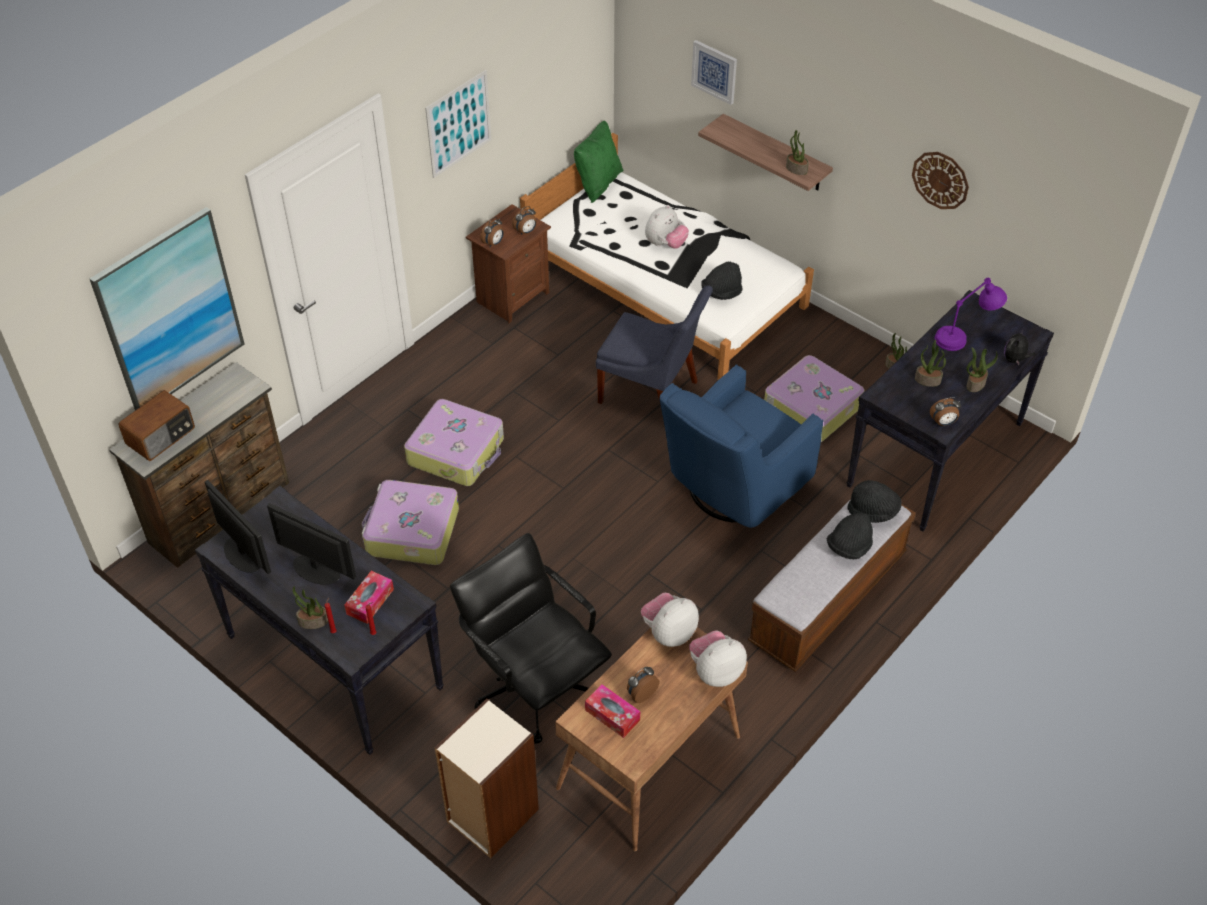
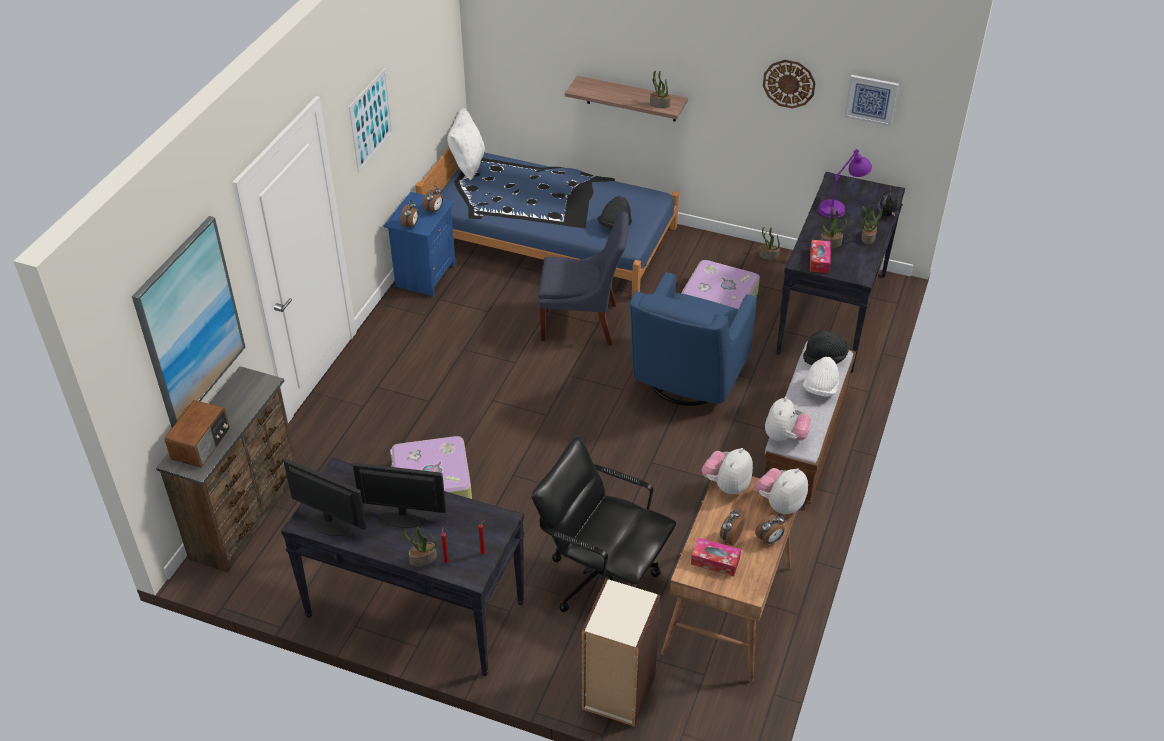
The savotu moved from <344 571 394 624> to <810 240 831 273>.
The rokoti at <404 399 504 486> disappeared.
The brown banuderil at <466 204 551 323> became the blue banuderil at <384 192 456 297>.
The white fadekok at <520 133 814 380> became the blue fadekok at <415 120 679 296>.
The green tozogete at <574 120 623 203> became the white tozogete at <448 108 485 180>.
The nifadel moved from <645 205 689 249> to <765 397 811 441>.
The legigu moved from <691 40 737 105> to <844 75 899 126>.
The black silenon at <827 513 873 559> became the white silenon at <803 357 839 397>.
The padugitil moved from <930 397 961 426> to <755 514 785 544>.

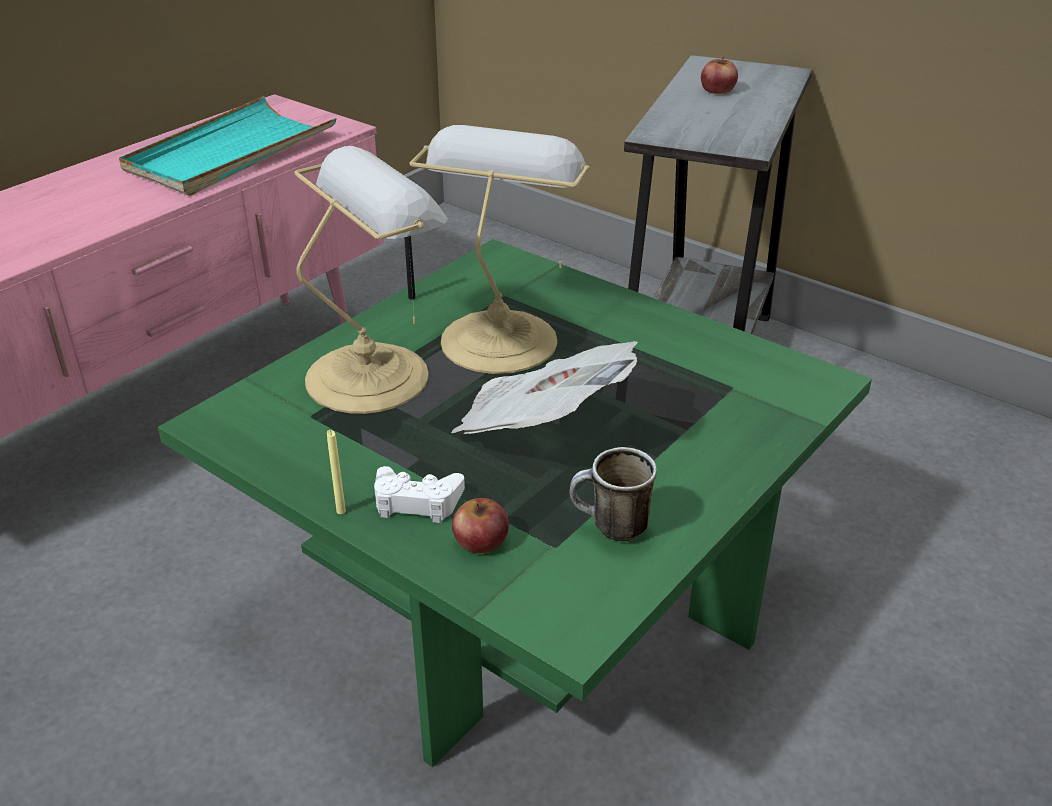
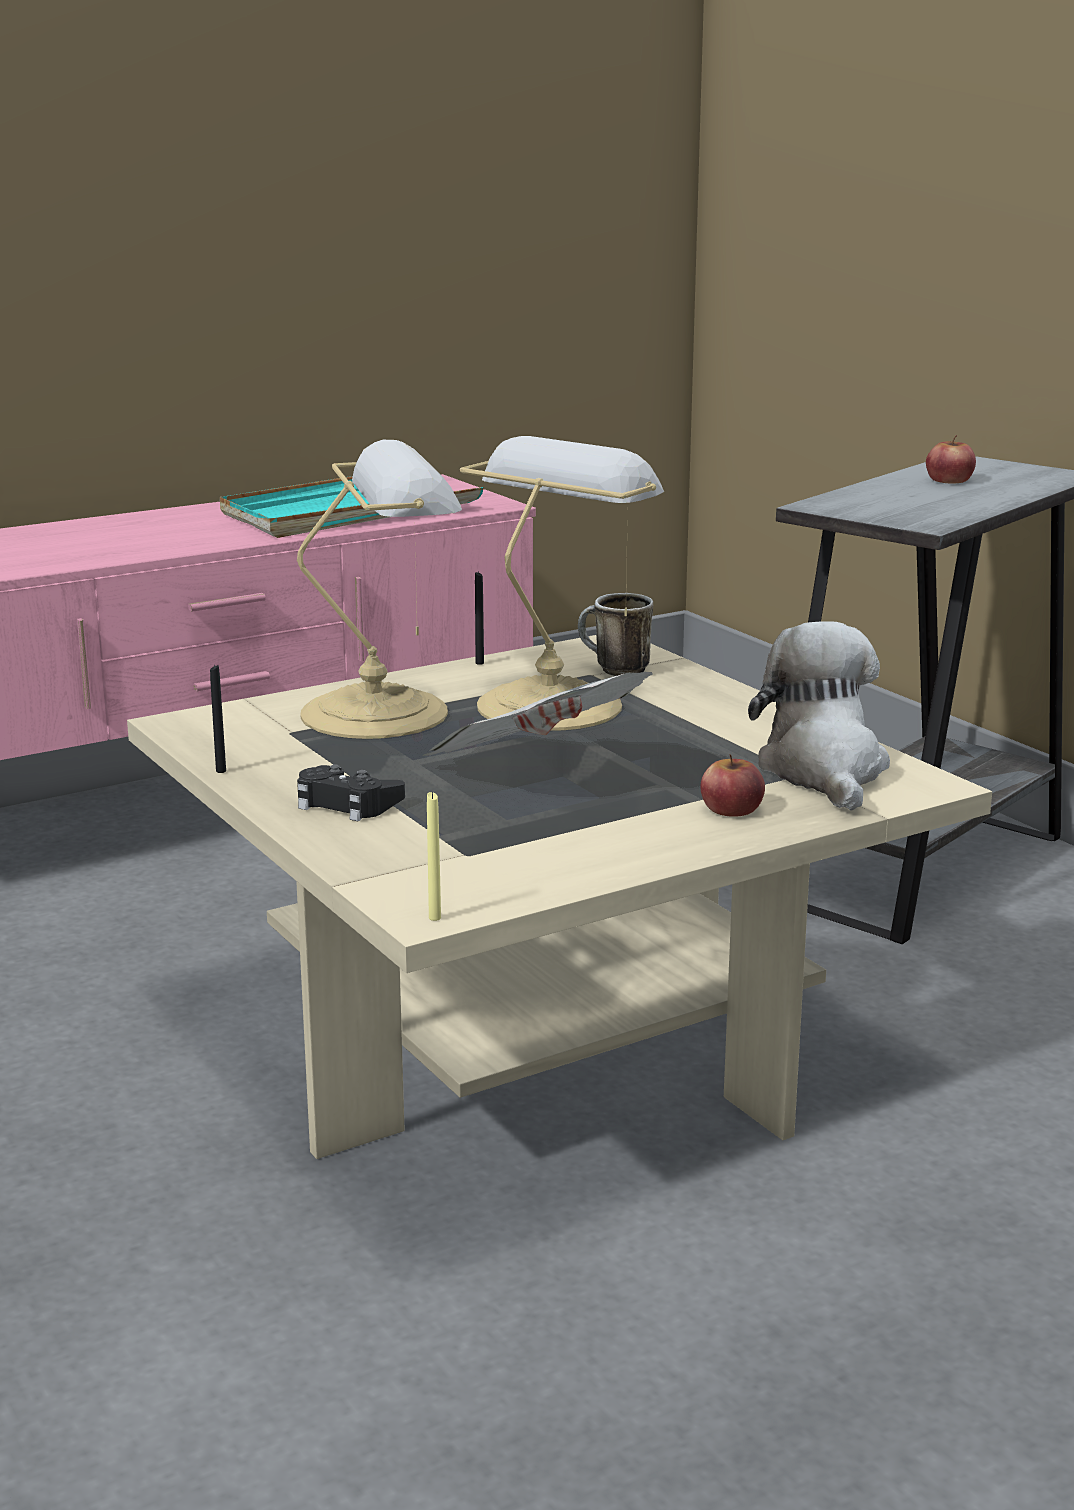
The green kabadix at <158 239 872 767> became the beige kabadix at <127 635 992 1159>.
The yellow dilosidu moved from <327 430 346 514> to <427 792 441 921>.
The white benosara at <374 466 465 523> became the black benosara at <297 764 405 822>.
The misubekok moved from <452 498 509 553> to <700 754 765 817>.
The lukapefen moved from <569 447 657 541> to <578 593 653 676>.
The black dilosidu at <210 665 226 773> appeared.
The nifadel at <748 621 890 811> appeared.

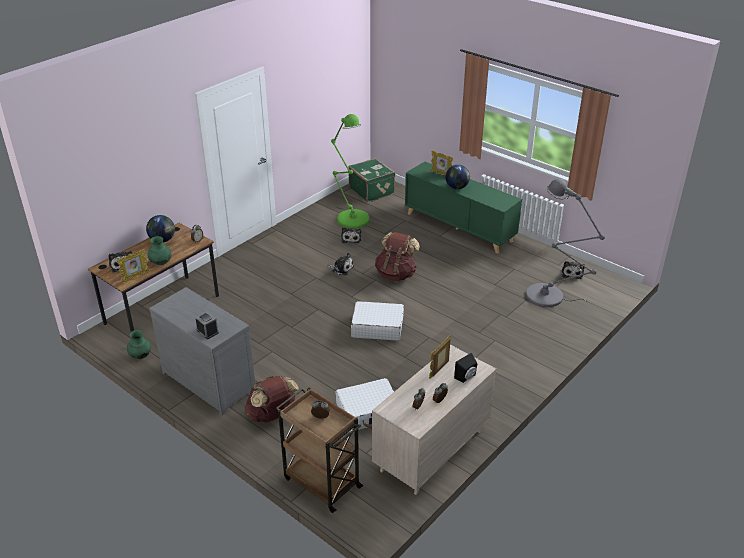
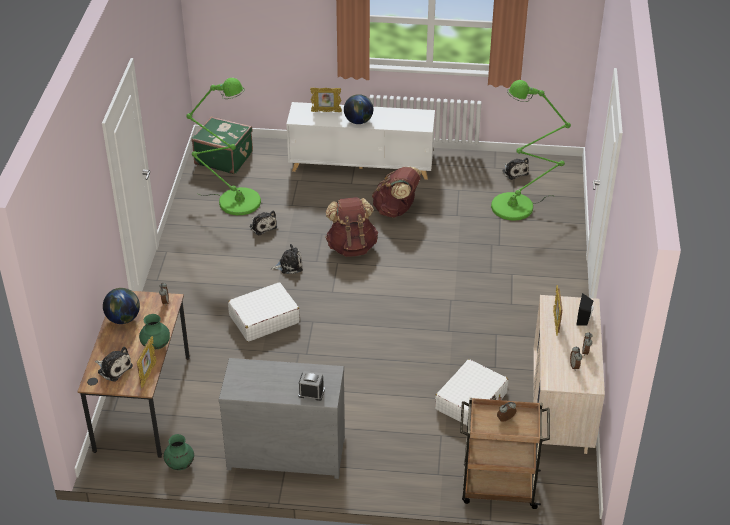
The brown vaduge moved from <245 376 299 423> to <372 166 422 217>.
The white rokoti moved from <351 301 404 341> to <228 282 300 342>.
The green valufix at <405 162 522 253> became the white valufix at <286 102 435 180>.
The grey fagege at <526 179 605 307> became the green fagege at <491 80 571 221>.

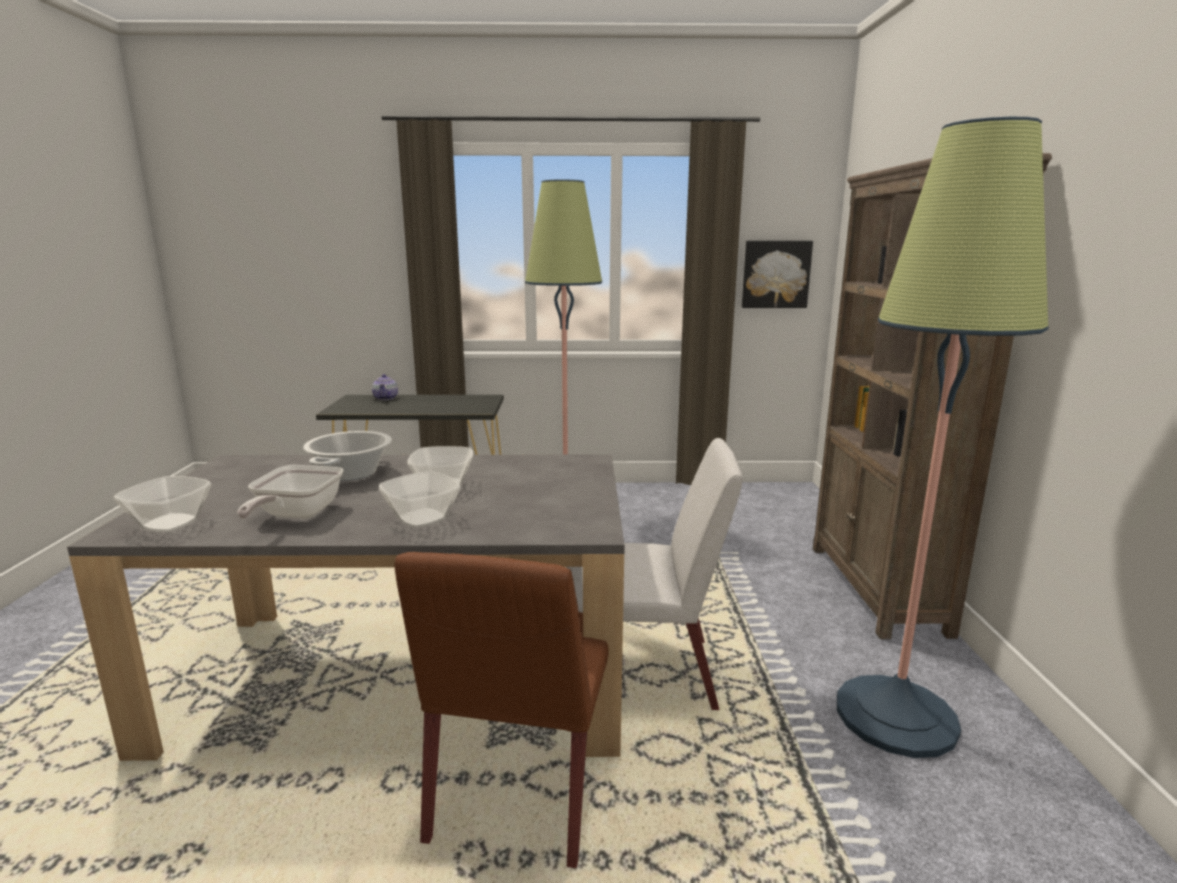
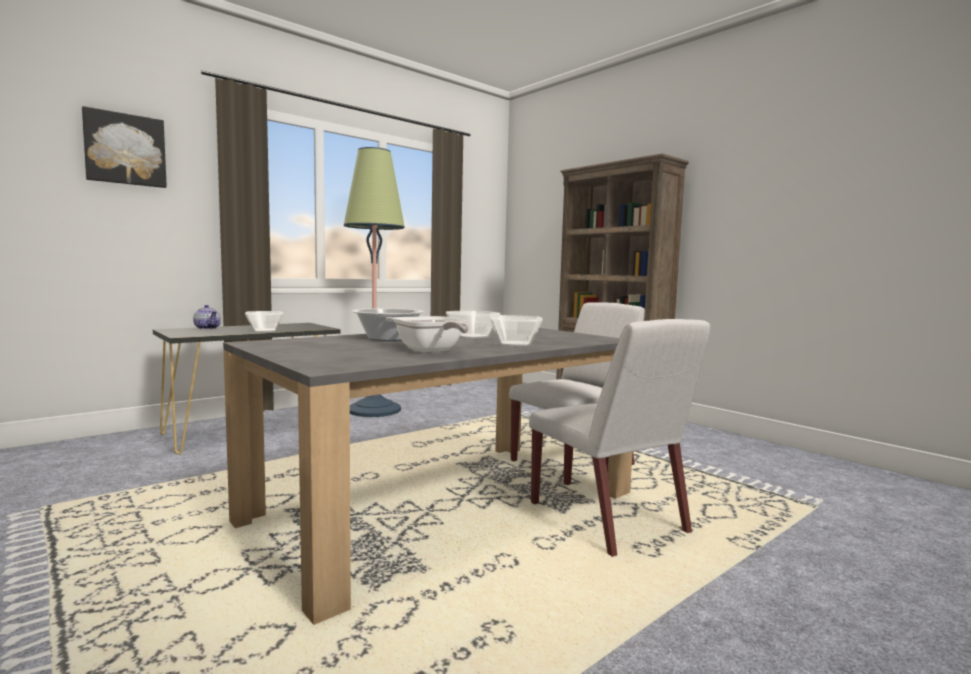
The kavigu moved from <113 476 212 532> to <245 311 284 332>.
The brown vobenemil at <395 552 609 868> became the white vobenemil at <529 319 710 557>.
The legigu moved from <742 241 813 308> to <82 106 167 188>.
The fagege at <837 117 1049 758> disappeared.

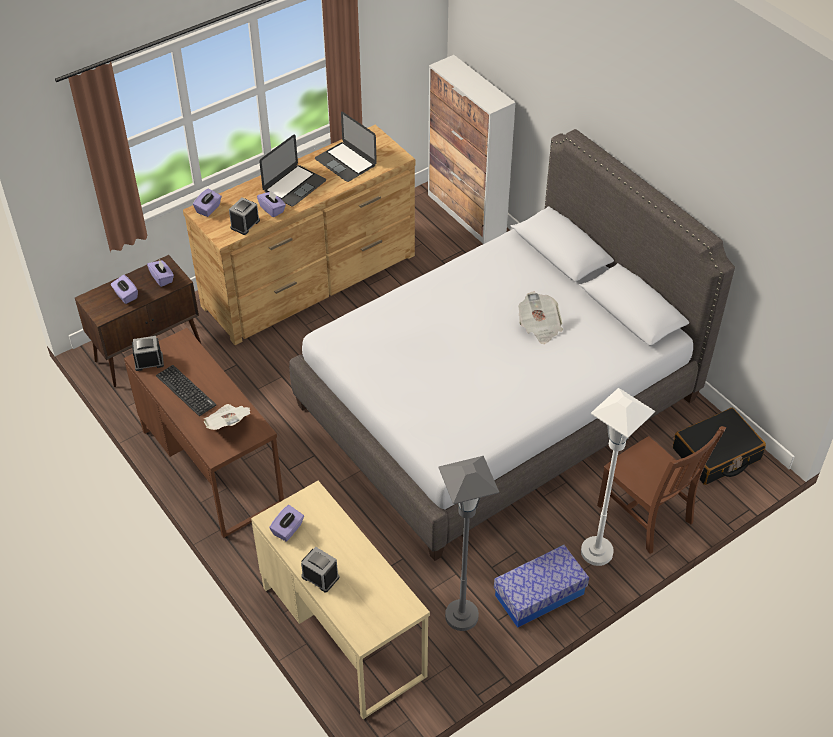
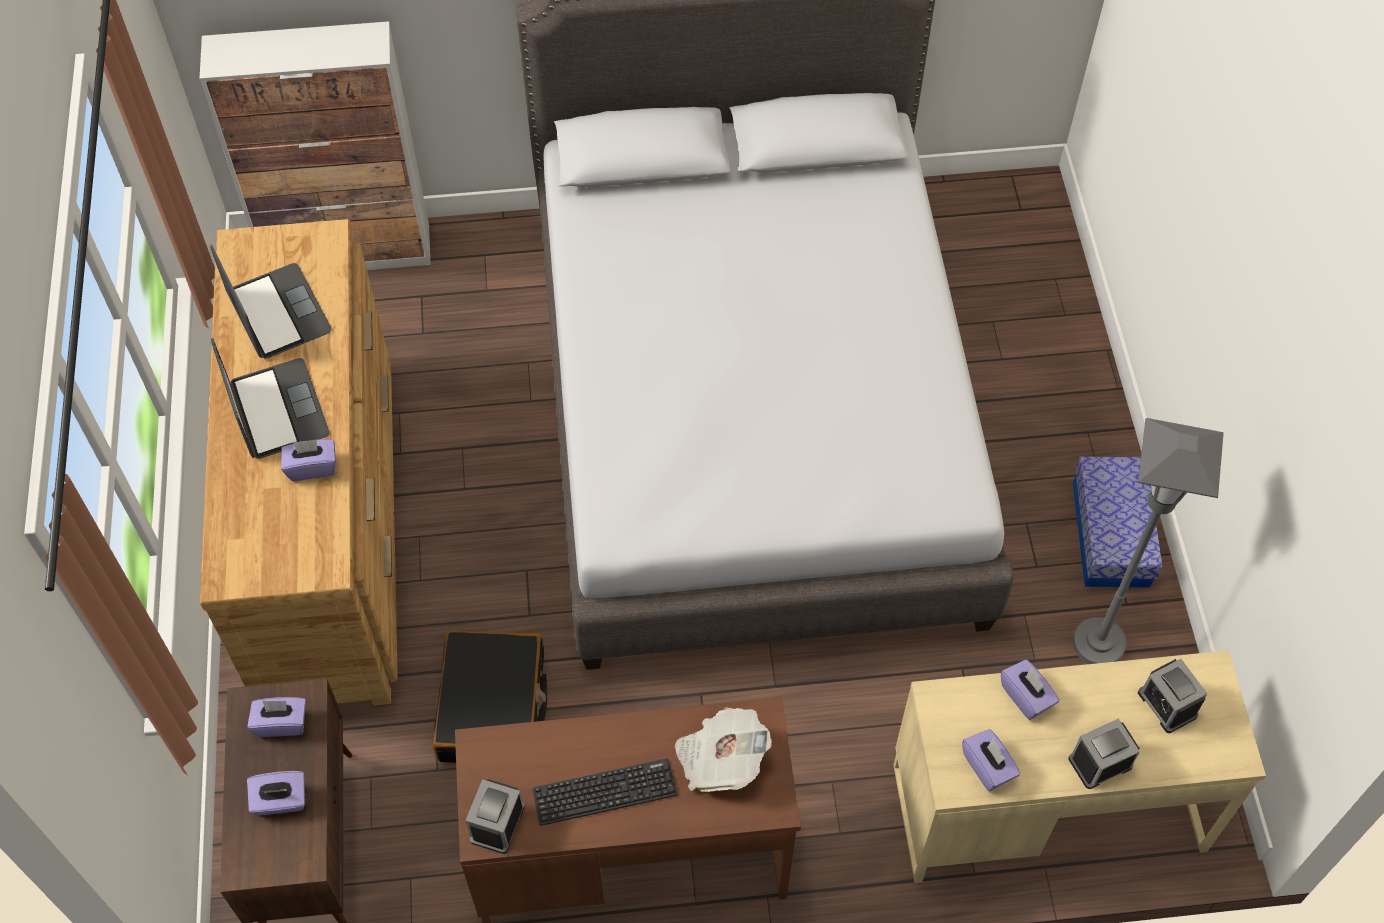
The purple savotu moved from <193 188 222 217> to <1001 659 1059 720>.
The padugitil moved from <229 198 260 235> to <1138 659 1207 733>.
The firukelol at <315 112 377 182> turned 105 degrees counterclockwise.
The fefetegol at <518 291 563 344> disappeared.
The white fagege at <581 388 655 566> disappeared.
The brown vobenemil at <597 426 726 554> disappeared.
The black rokoti moved from <673 408 766 485> to <433 630 547 762>.

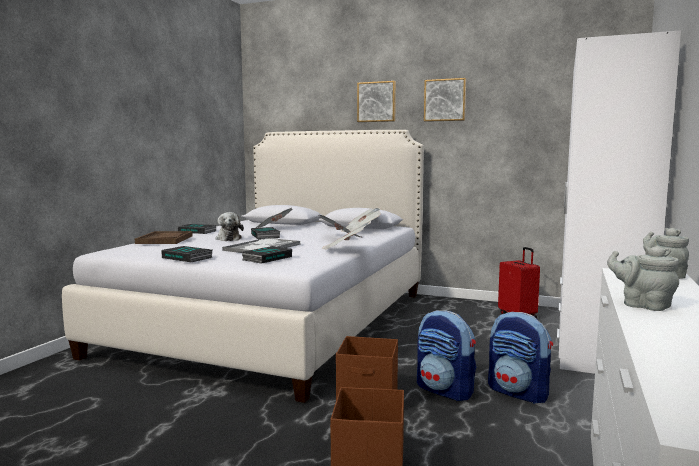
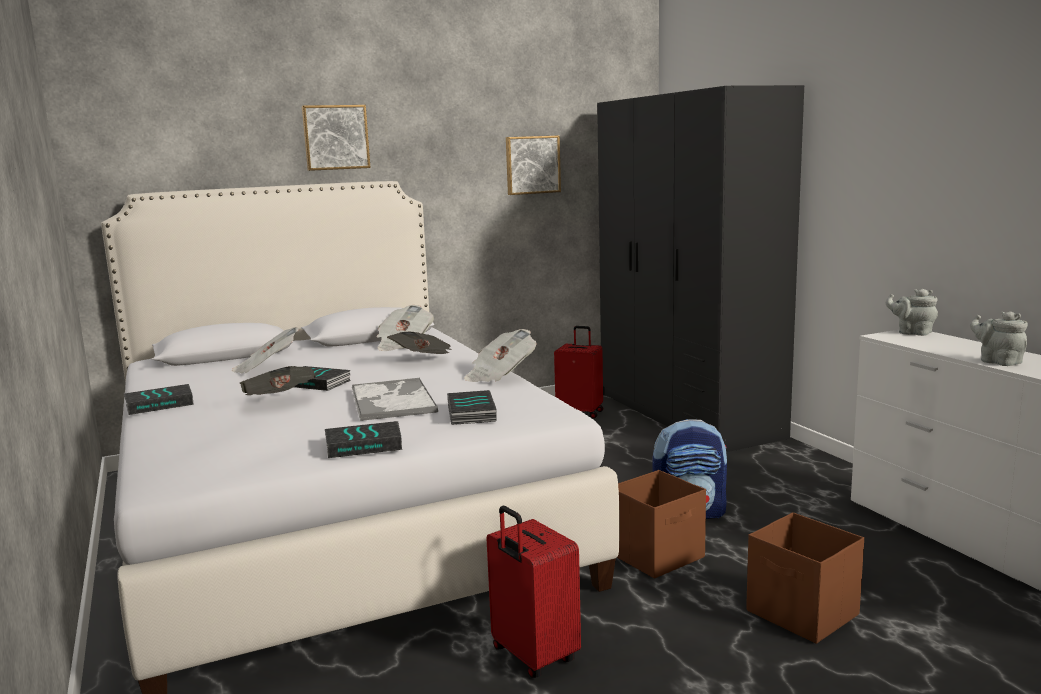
The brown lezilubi at <135 231 193 244> disappeared.
The nifadel at <215 212 244 241> was replaced by the fefetegol at <240 366 316 395>.
The legigu moved from <424 78 466 122> to <506 135 561 195>.
The vaduge at <488 312 553 404> disappeared.
The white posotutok at <557 30 681 374> became the black posotutok at <597 85 804 452>.
The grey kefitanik at <607 246 679 311> turned 60 degrees clockwise.
The red rokoti at <486 506 581 678> appeared.

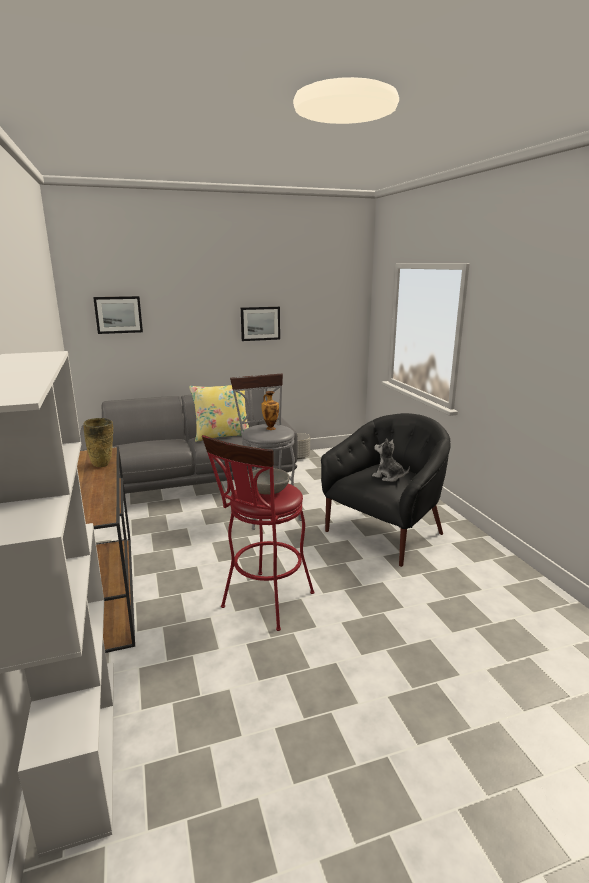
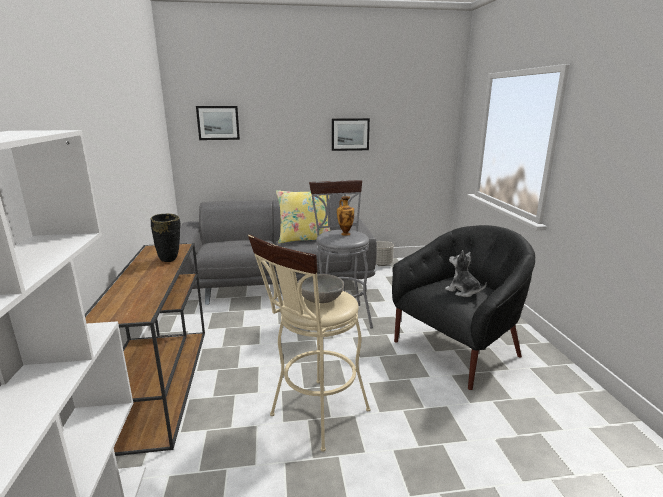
The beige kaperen at <84 418 113 467> became the black kaperen at <151 214 180 262>.
The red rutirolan at <202 435 315 631> became the beige rutirolan at <248 234 370 452>.

